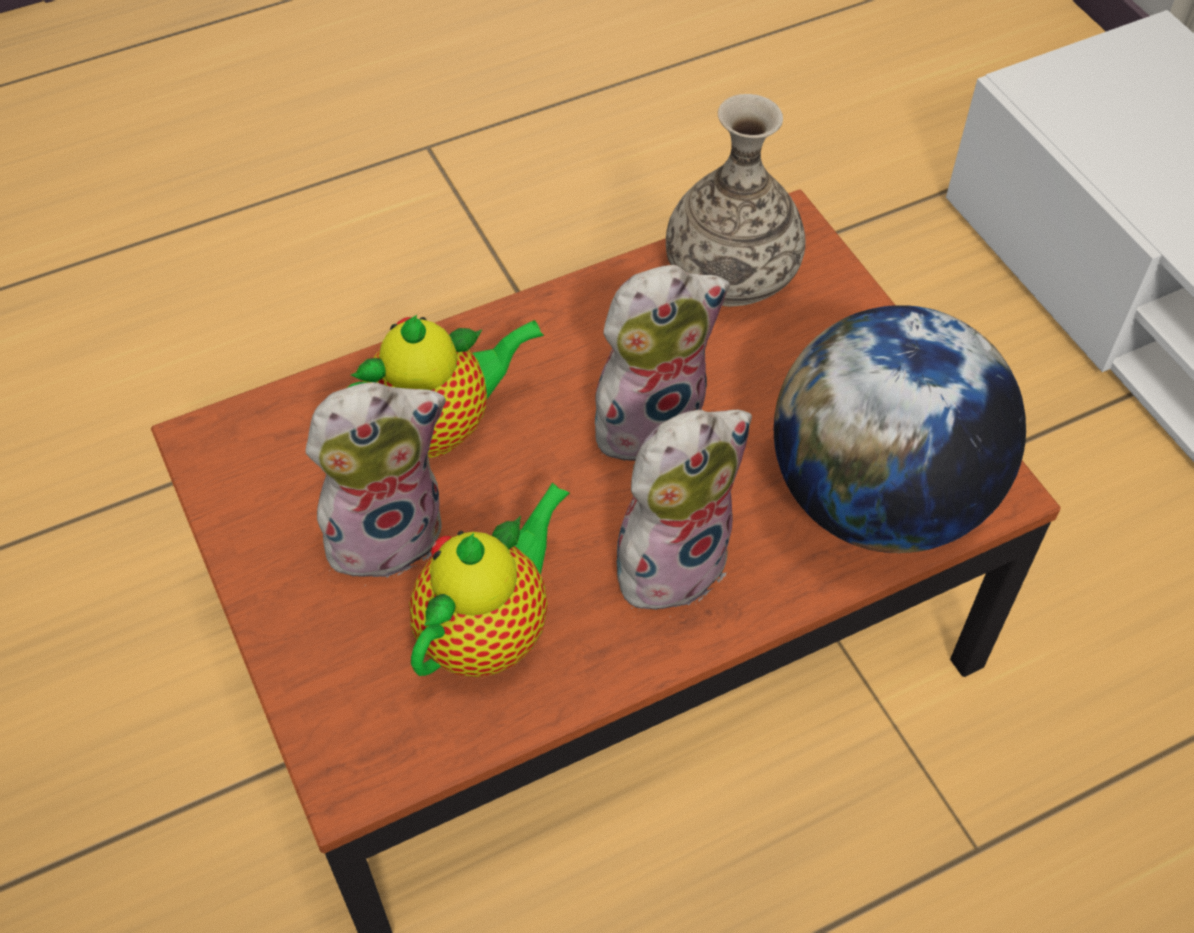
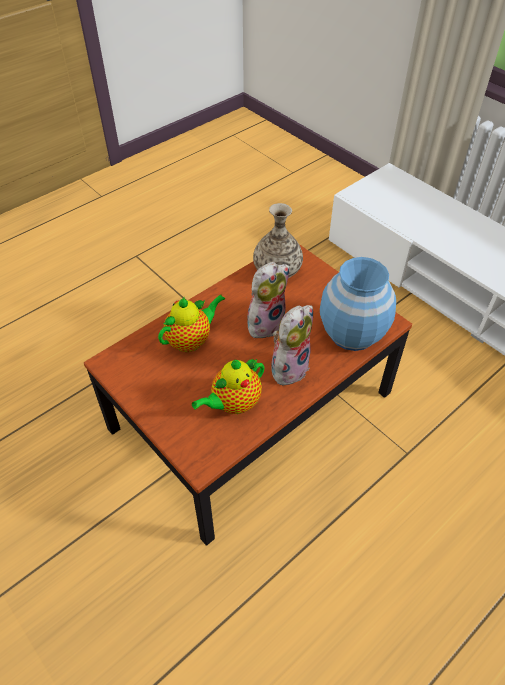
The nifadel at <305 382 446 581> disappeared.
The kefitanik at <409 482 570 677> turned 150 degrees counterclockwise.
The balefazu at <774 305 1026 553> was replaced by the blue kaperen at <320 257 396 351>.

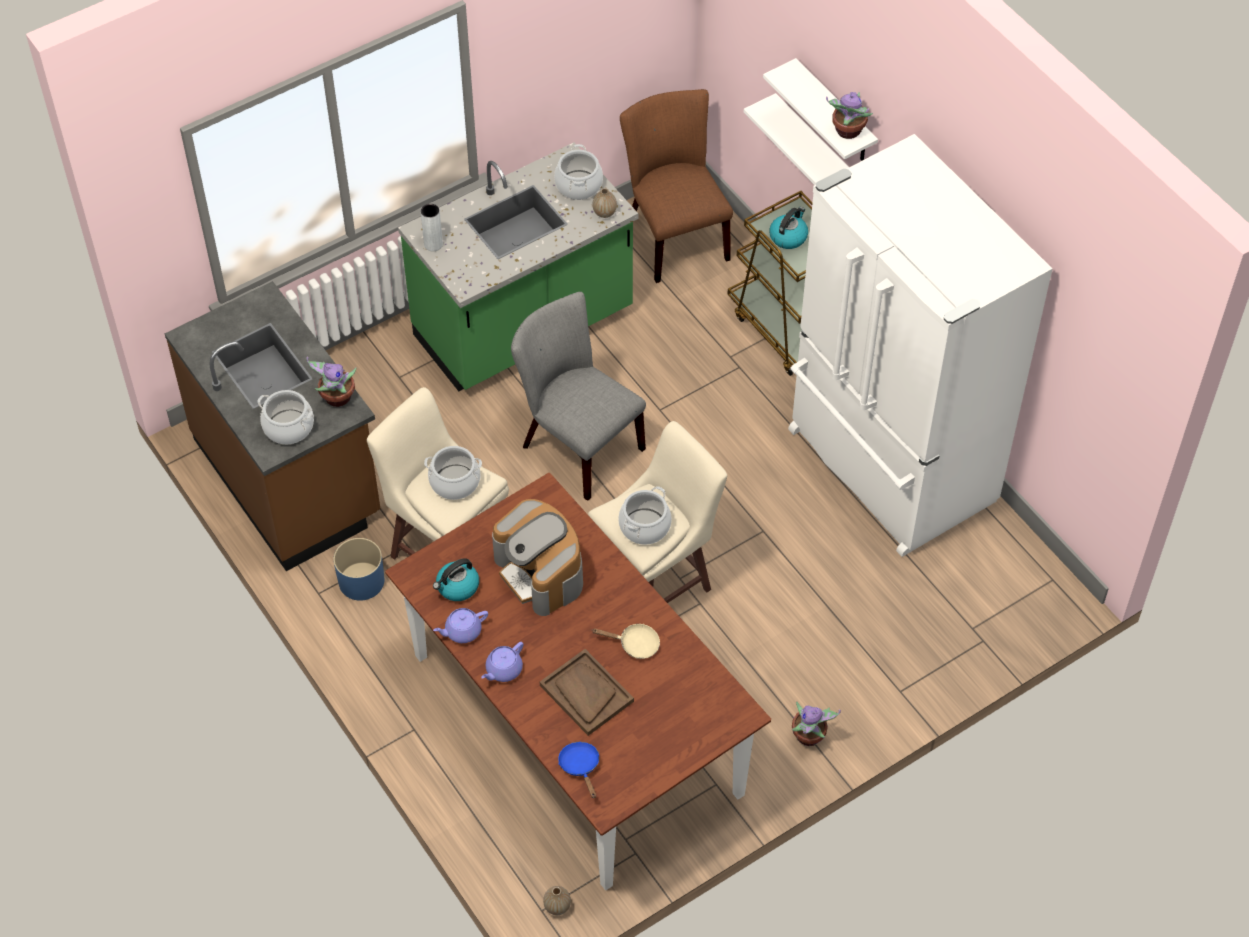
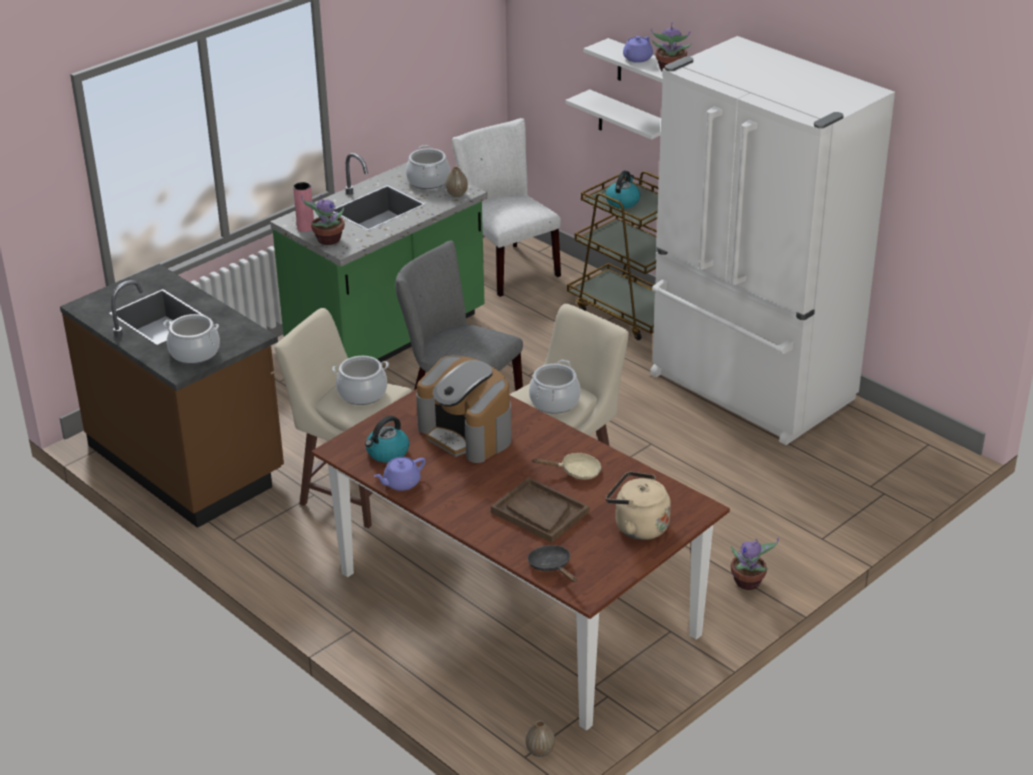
The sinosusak moved from <306 357 356 407> to <301 195 345 245>.
The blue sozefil at <333 538 384 601> disappeared.
The grey kaperen at <421 204 443 251> became the pink kaperen at <293 182 314 232>.
The purple kefitanik moved from <481 642 523 682> to <623 36 653 63>.
The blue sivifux at <558 742 599 798> became the black sivifux at <528 545 577 582>.
The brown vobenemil at <620 89 733 283> became the white vobenemil at <452 118 561 297>.
The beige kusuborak at <606 472 671 540> appeared.

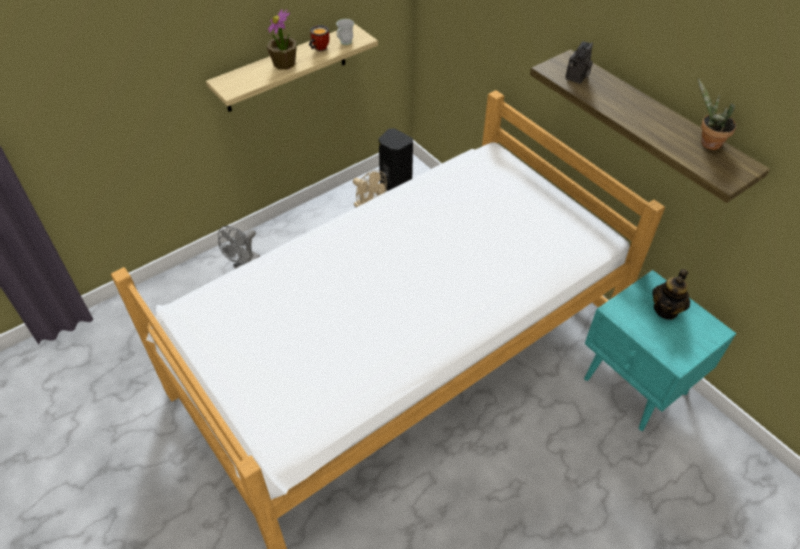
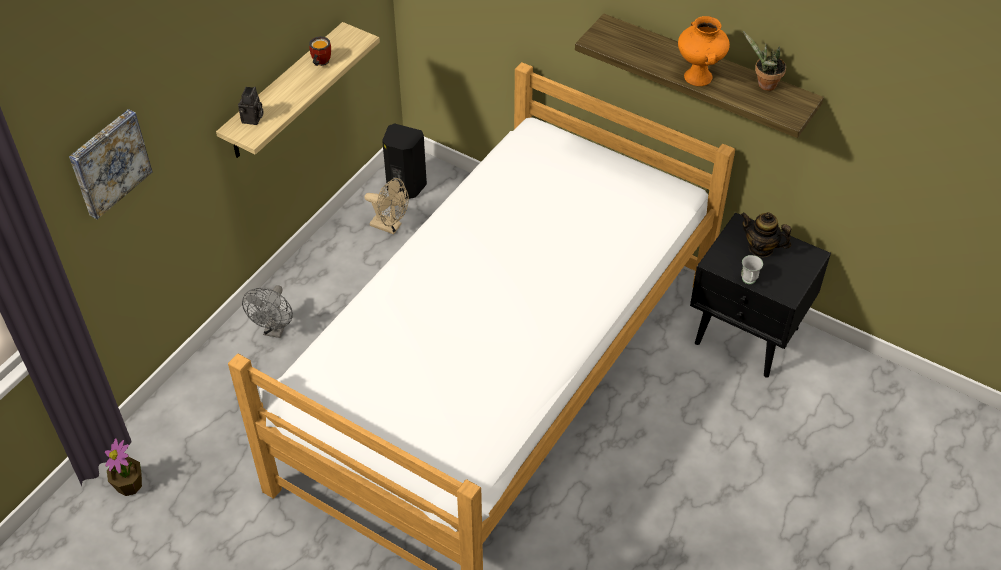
The sinosusak moved from <267 9 297 70> to <105 438 142 496>.
The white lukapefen moved from <336 19 354 45> to <741 255 763 284>.
The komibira moved from <565 41 593 84> to <238 86 263 125>.
The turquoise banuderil at <584 270 737 431> became the black banuderil at <690 212 831 378>.
The kefitanik at <652 269 690 320> turned 105 degrees clockwise.
The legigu at <69 109 153 219> appeared.
The orange kaperen at <678 16 730 86> appeared.

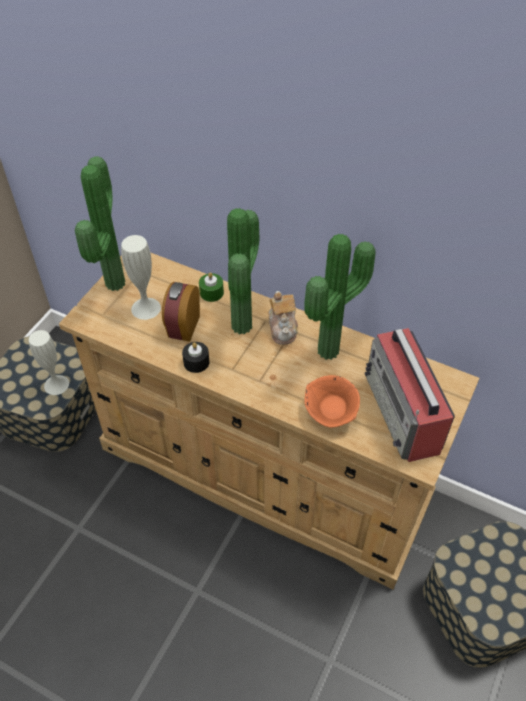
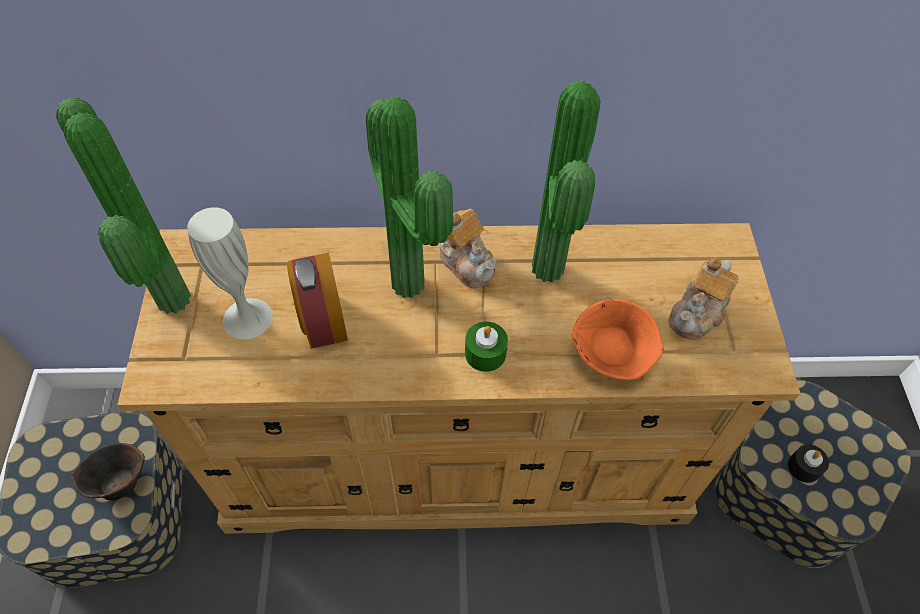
The white kaperen at <29 330 69 395> was replaced by the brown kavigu at <71 443 145 501>.
The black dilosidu moved from <182 342 209 373> to <788 444 829 483>.
The green dilosidu moved from <199 272 224 302> to <465 322 508 372>.
The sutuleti at <365 328 455 462> was replaced by the kefitanik at <669 258 739 340>.

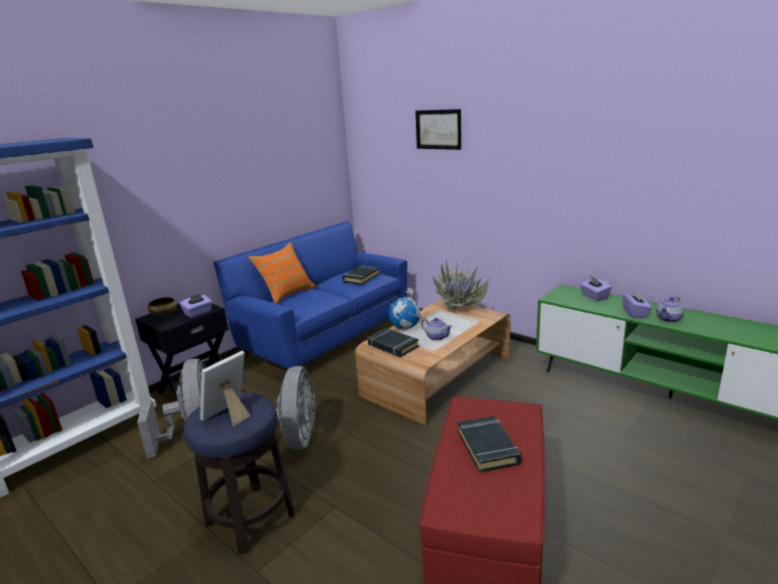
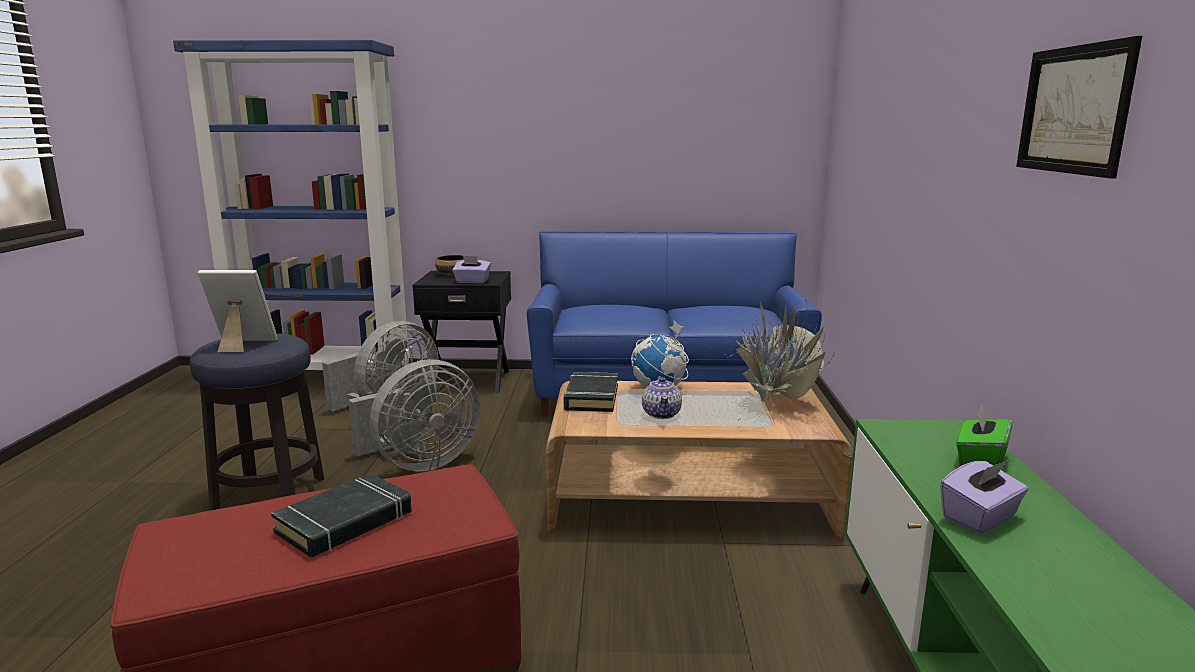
The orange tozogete at <248 242 316 304> disappeared.
The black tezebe at <342 266 380 285> disappeared.
The legigu moved from <415 109 461 150> to <1016 36 1142 179>.
The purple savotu at <580 276 612 301> became the green savotu at <956 405 1012 466>.
The kefitanik at <656 297 684 323> disappeared.

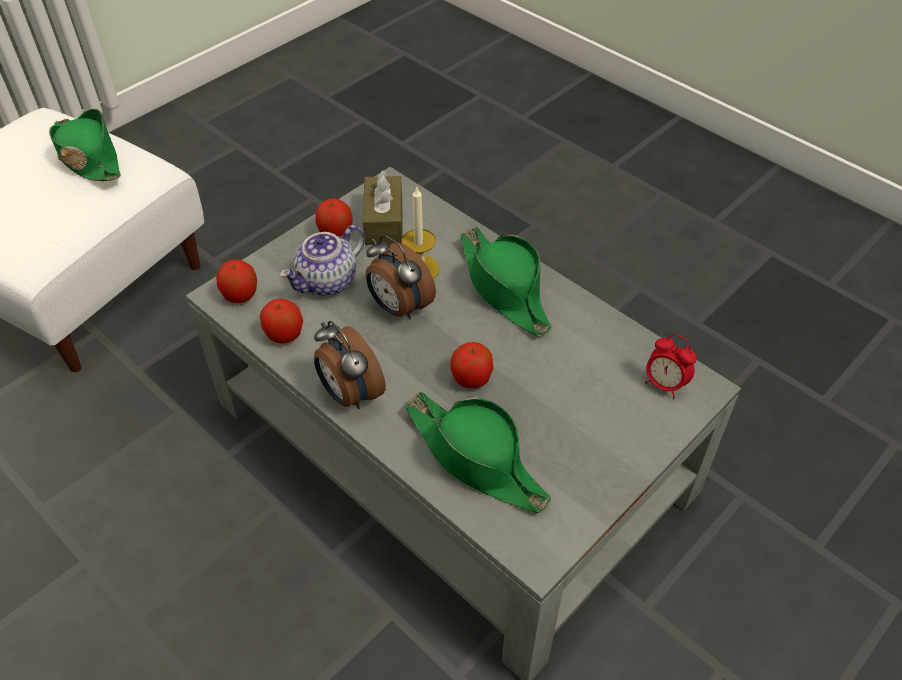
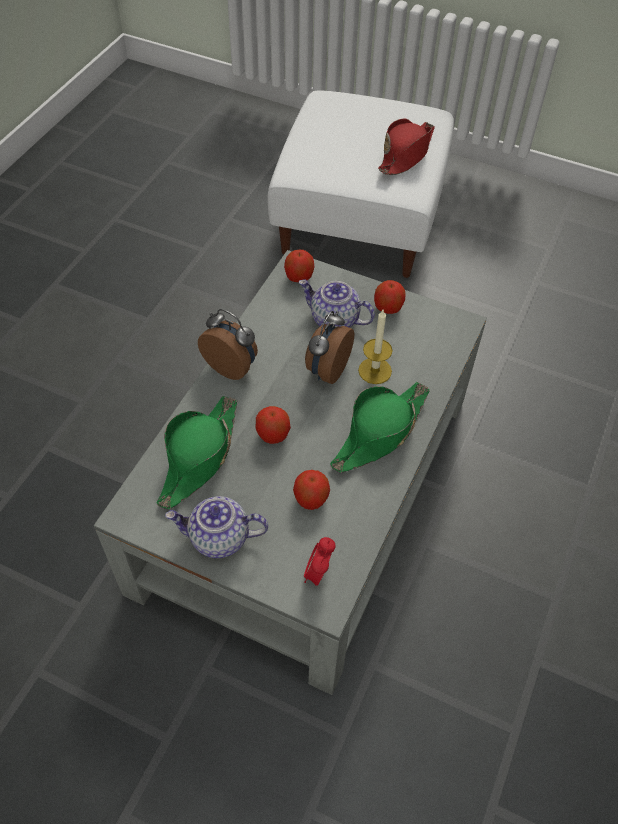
The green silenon at <49 109 121 181> became the red silenon at <378 118 435 175>.
The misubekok moved from <260 299 303 344> to <293 470 330 510>.
The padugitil at <314 321 386 409> turned 90 degrees clockwise.
The brown savotu at <363 170 403 245> disappeared.
The kefitanik at <165 496 268 558> appeared.

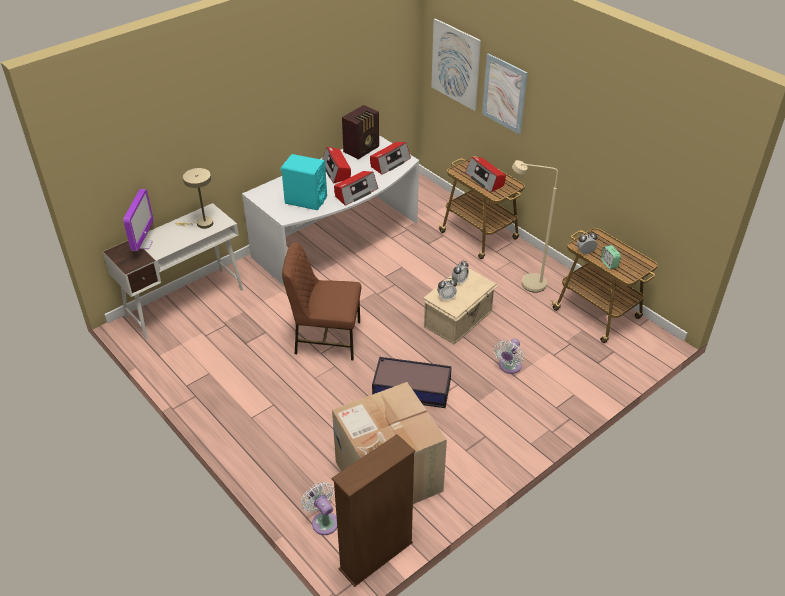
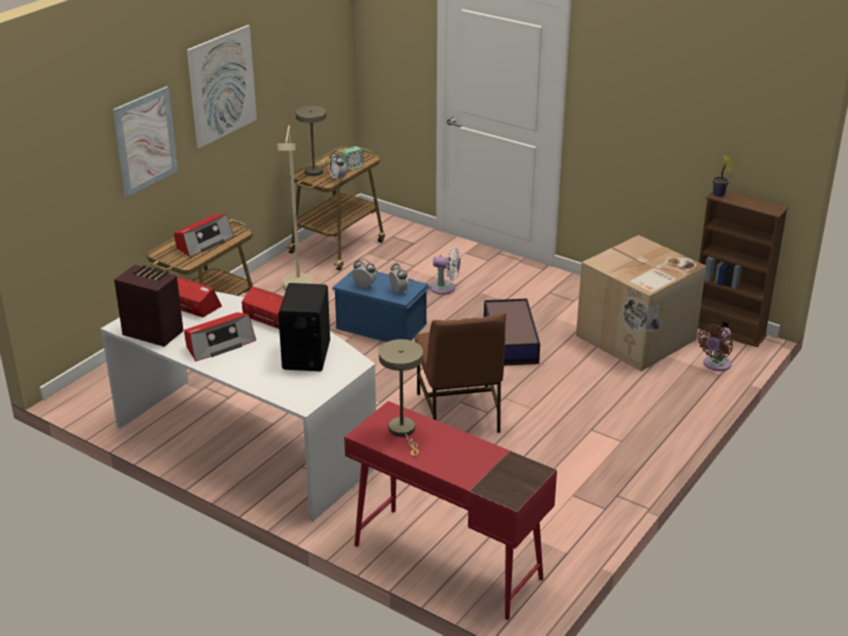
The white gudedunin at <103 203 243 339> became the red gudedunin at <344 401 557 620>.
The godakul at <123 189 153 251> disappeared.
The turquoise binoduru at <280 154 327 210> became the black binoduru at <278 283 330 371>.
The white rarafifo at <301 482 337 535> became the brown rarafifo at <698 324 733 371>.
The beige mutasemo at <423 268 498 345> became the blue mutasemo at <332 269 430 342>.
The legigu moved from <431 18 481 111> to <187 25 257 148>.
The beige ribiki at <295 106 330 176> appeared.
The sinosusak at <712 154 733 197> appeared.

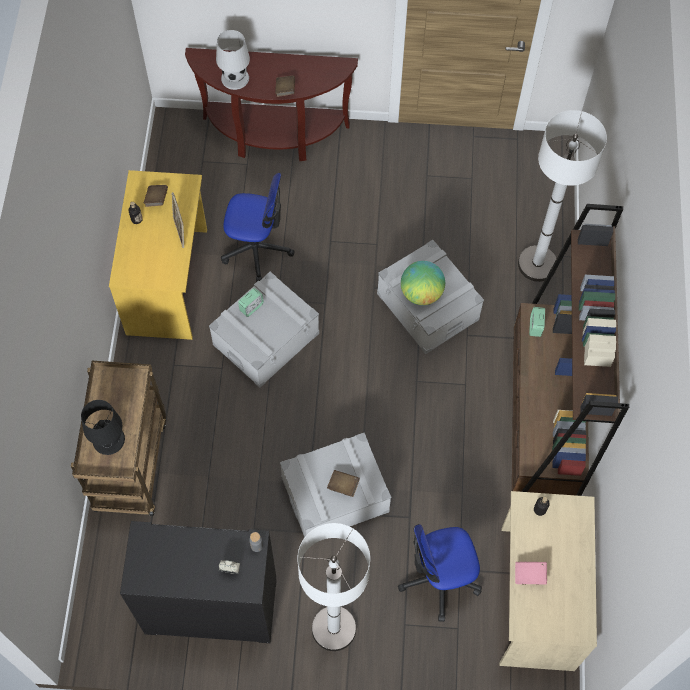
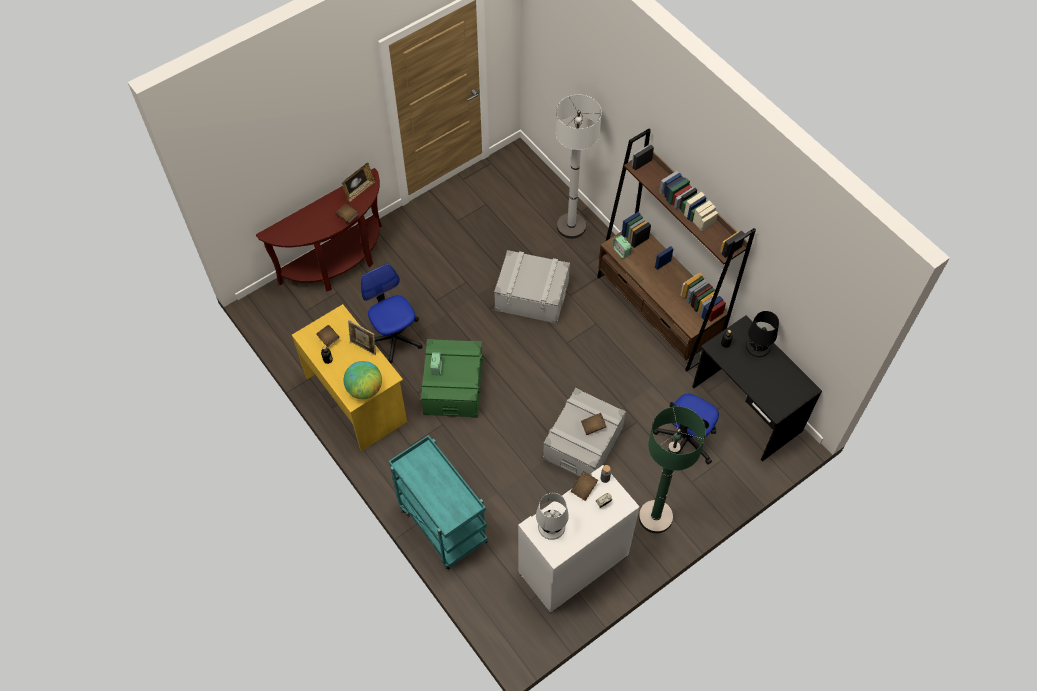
The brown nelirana at <71 361 166 516> became the turquoise nelirana at <389 435 488 570>.
The black ribiki moved from <81 400 125 455> to <746 311 779 357>.
The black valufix at <120 521 277 643> became the white valufix at <518 465 640 614>.
The grey mutasemo at <209 272 319 388> became the green mutasemo at <421 339 484 418>.
The white ribiki moved from <216 30 250 90> to <536 493 569 540>.
The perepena at <221 173 295 282> turned 90 degrees counterclockwise.
The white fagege at <297 523 370 651> became the green fagege at <639 406 706 533>.
The balefazu moved from <401 261 445 305> to <344 361 382 399>.
The beige gudedunin at <499 491 597 671> became the black gudedunin at <692 315 822 461>.
The pink tezebe at <515 562 547 585> disappeared.
The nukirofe at <342 163 375 202> appeared.
The brown tezebe at <571 471 598 501> appeared.

